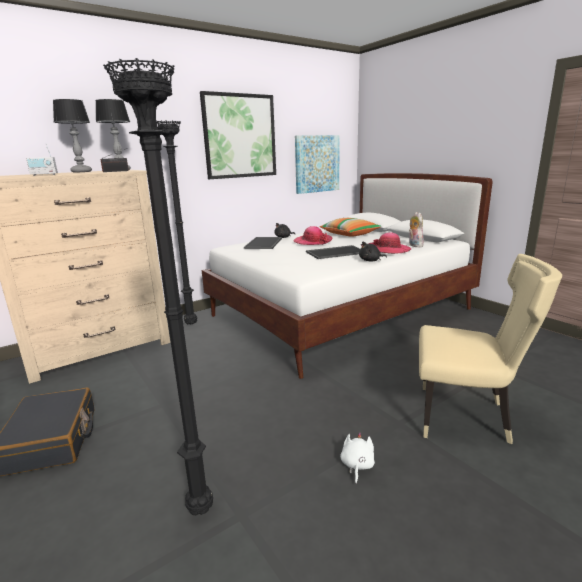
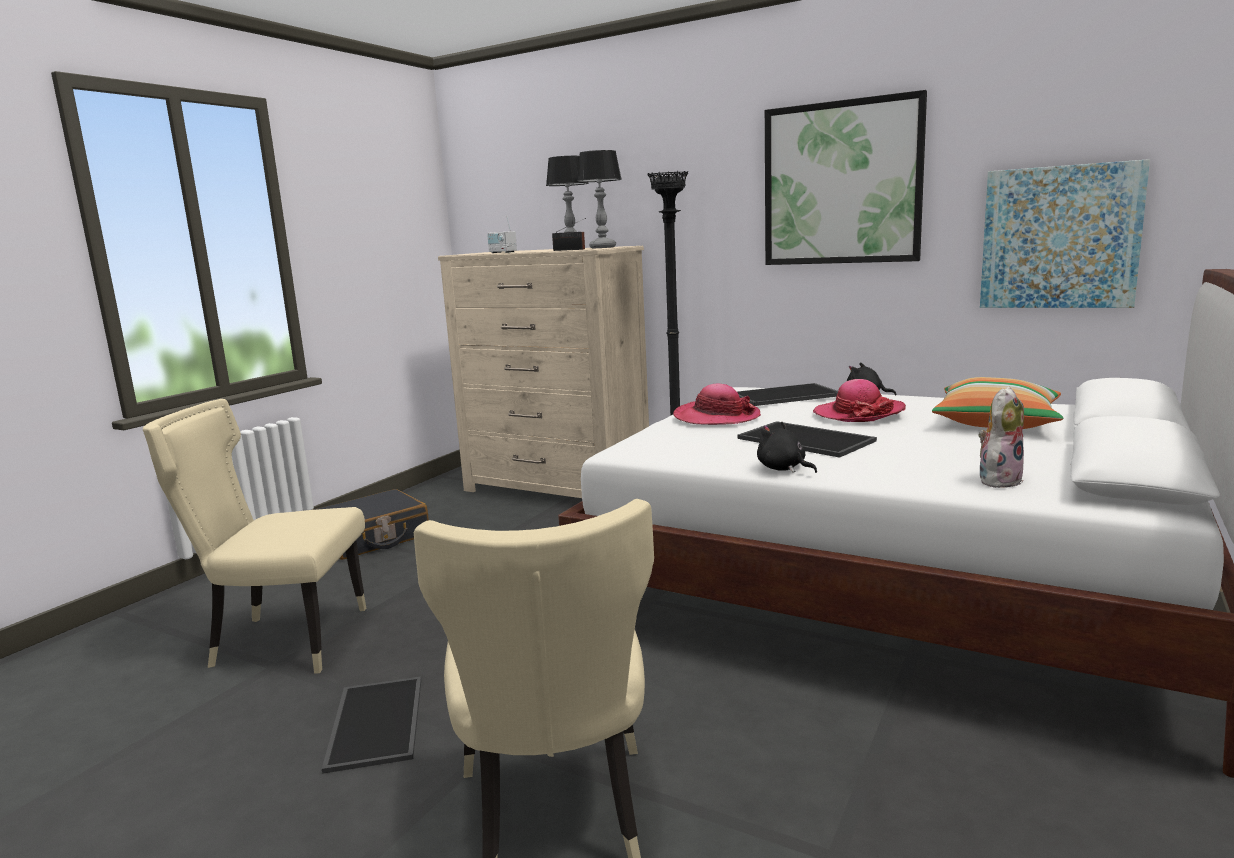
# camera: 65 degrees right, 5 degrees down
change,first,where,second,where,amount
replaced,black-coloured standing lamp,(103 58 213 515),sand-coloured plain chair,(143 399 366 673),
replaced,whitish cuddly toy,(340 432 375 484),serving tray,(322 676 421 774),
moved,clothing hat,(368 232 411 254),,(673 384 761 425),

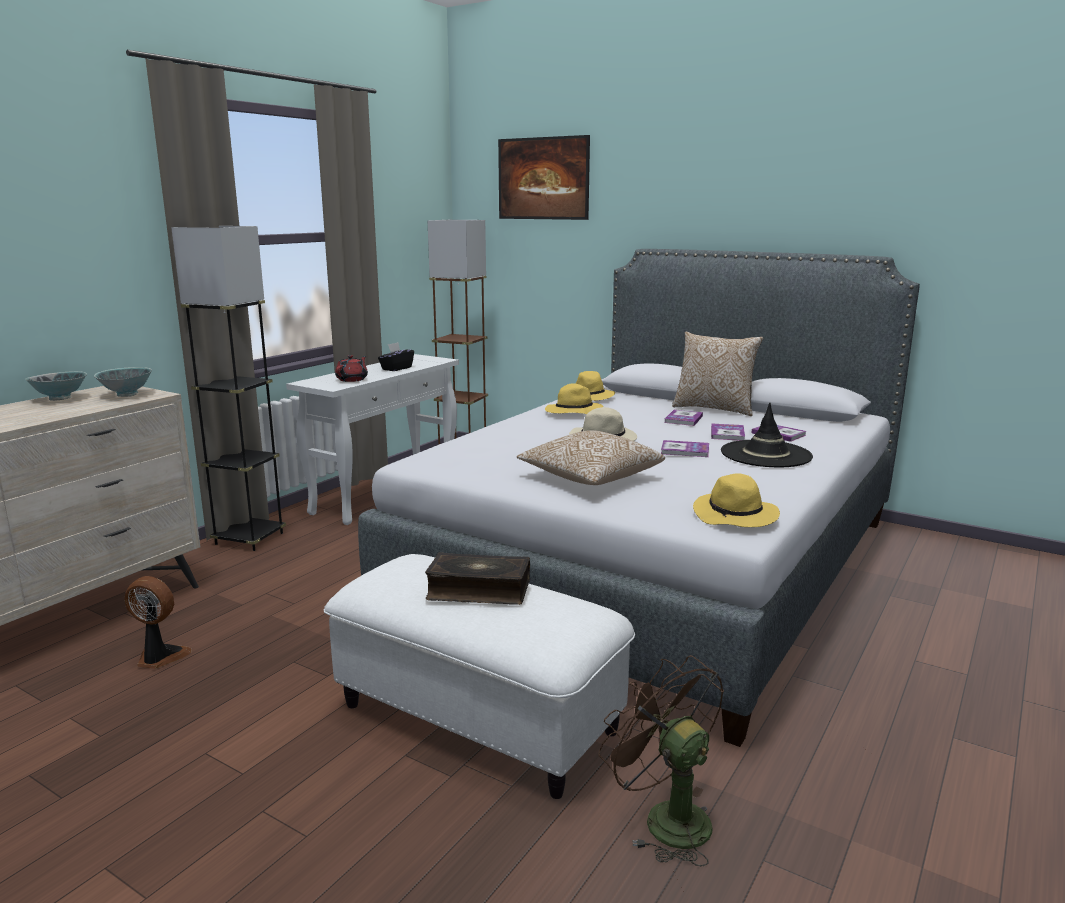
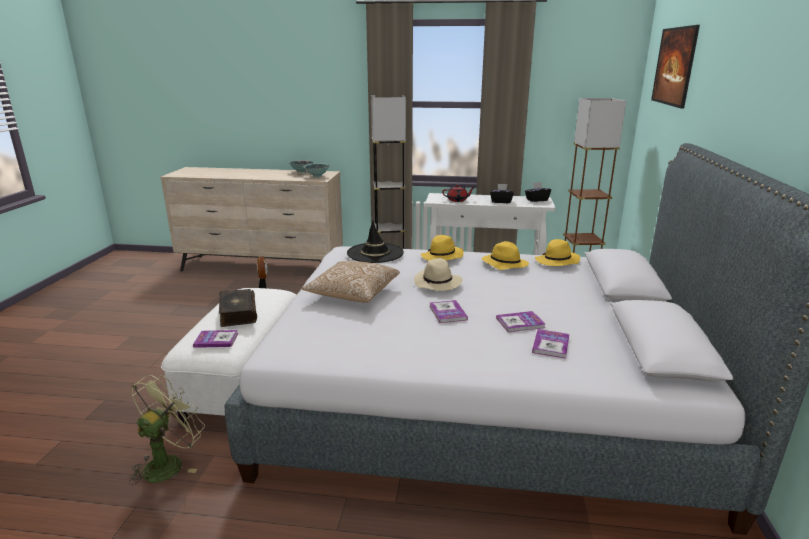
# camera: 65 degrees right, 5 degrees up
change,first,where,second,where,amount
recoloured,brown-coloured electric fan,(598 655 724 867),green electric fan,(129 375 205 485),
moved,book,(664 410 703 426),,(193 330 238 348),
removed,cushion,(672 332 763 416),,,
moved,yellowish clothing hat,(693 473 780 527),,(421 235 464 261),
moved,black-coloured clothing hat,(721 403 813 467),,(347 220 404 263),
added,,,black-coloured tissue box,(525 182 551 202),

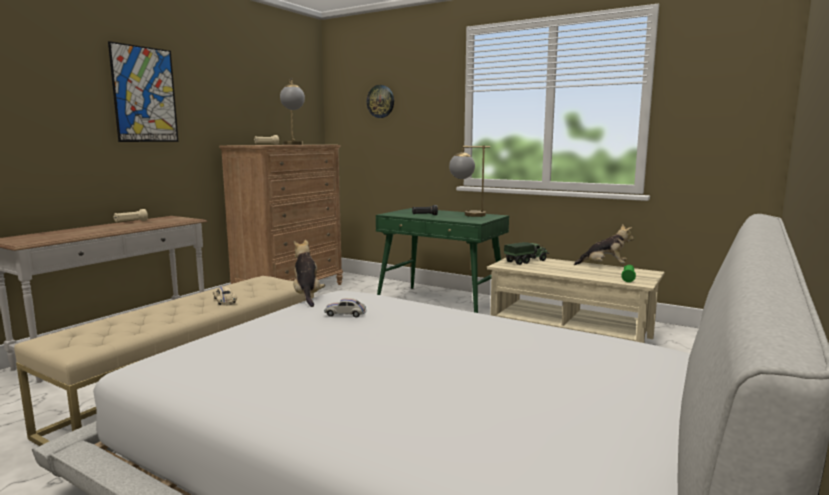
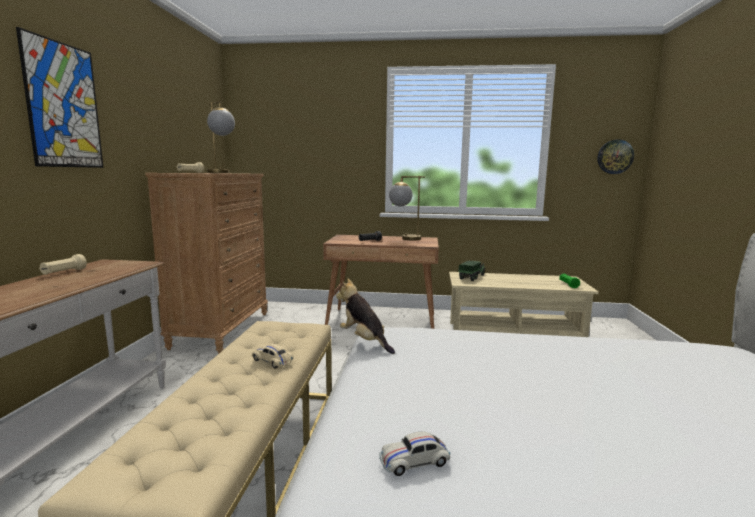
# camera: 25 degrees left, 0 degrees up
change,first,where,second,where,amount
moved,whitish model car,(324 298 367 318),,(379 431 450 476),
moved,clock on the wall,(367 85 394 118),,(598 140 634 174),
recoloured,green desk unit,(376 208 509 313),brown-coloured desk unit,(323 235 439 329),
removed,cuddly toy,(574 224 634 265),,,

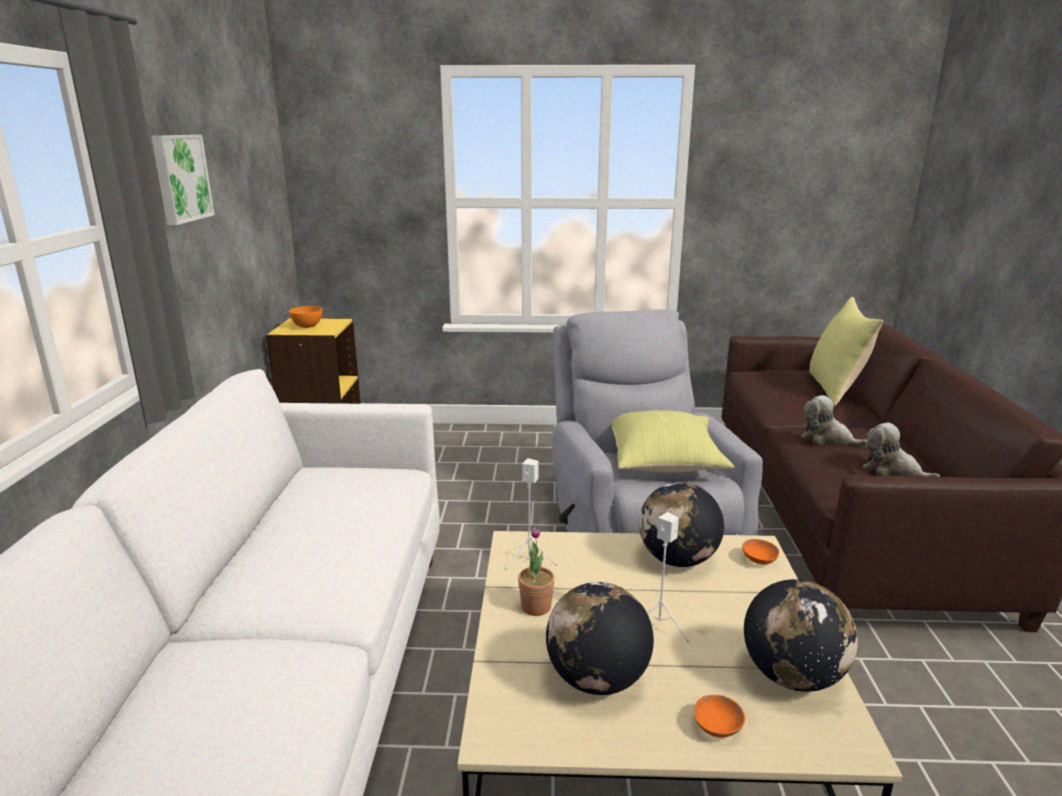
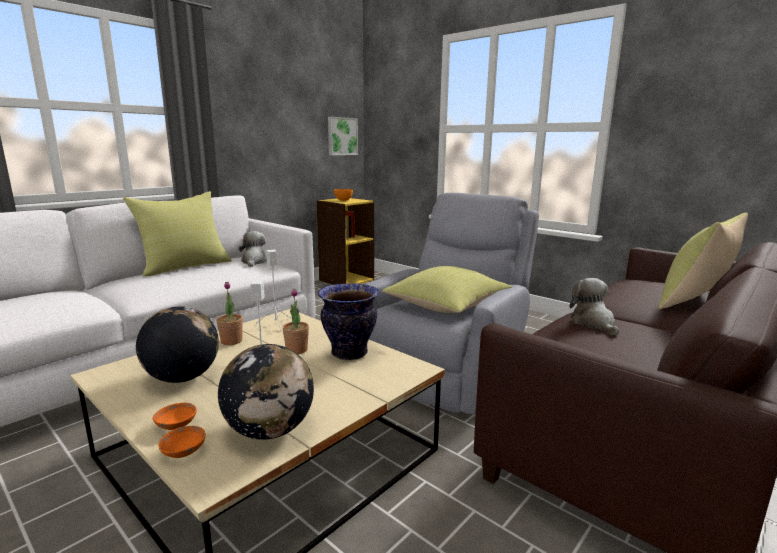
# camera: 40 degrees right, 5 degrees down
change,first,where,second,where,amount
moved,wall art,(151 135 214 225),,(328 117 358 155),
replaced,world globe,(639 482 724 567),flower vase,(318 283 379 360),
moved,orangey serving bowl,(742 539 779 565),,(158 426 206 458),
moved,cuddly toy,(863 423 940 477),,(239 231 267 267),
added,,,yellowish cushion,(123 191 232 276),
added,,,houseplant,(282 289 309 354),

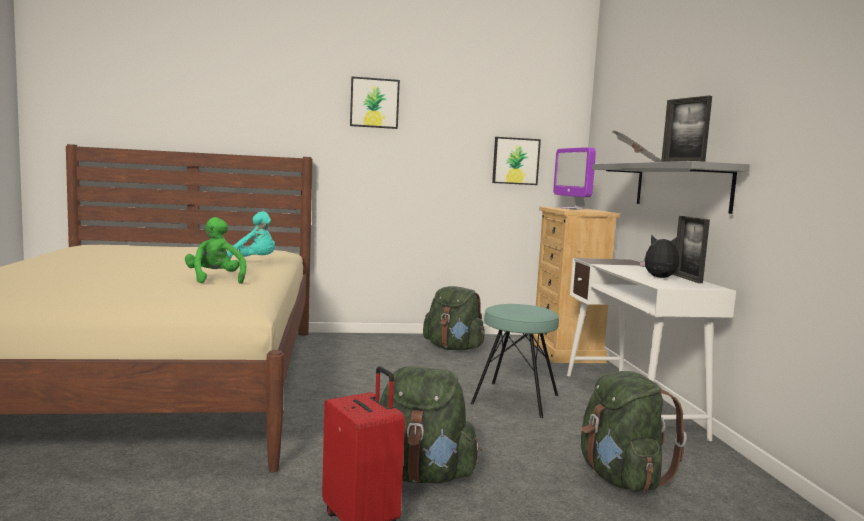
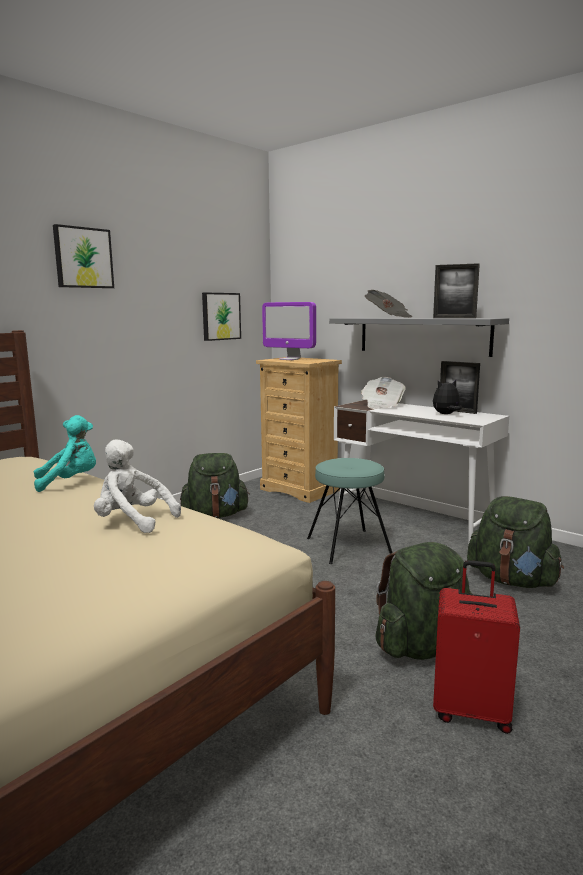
# camera: 40 degrees left, 5 degrees up
change,first,where,second,where,amount
recoloured,green cuddly toy,(185 217 247 284),whitish cuddly toy,(94 439 181 533),
added,,,newspaper,(361 377 406 409),

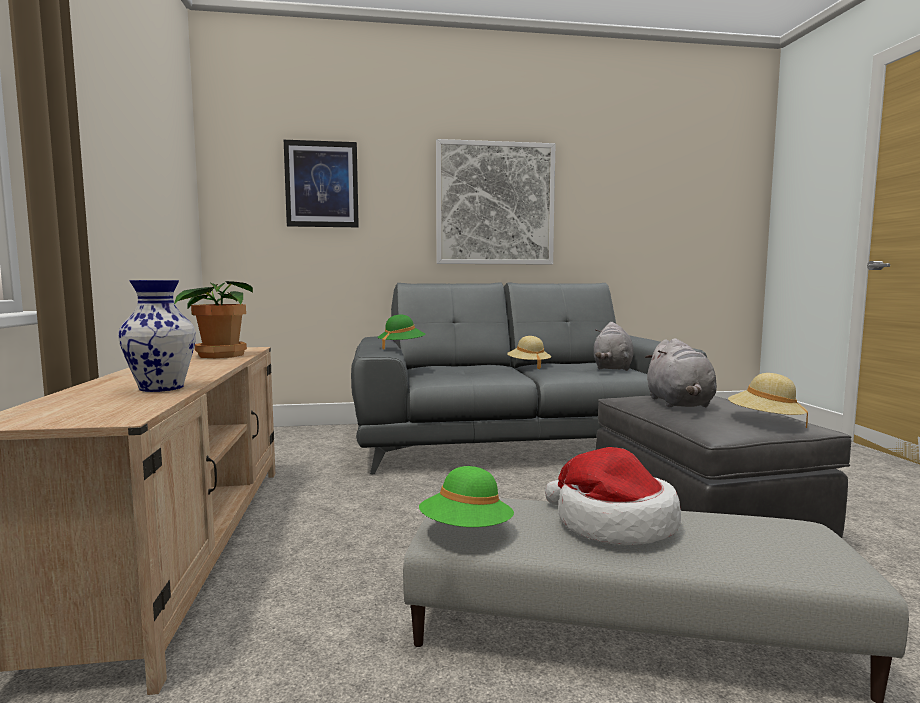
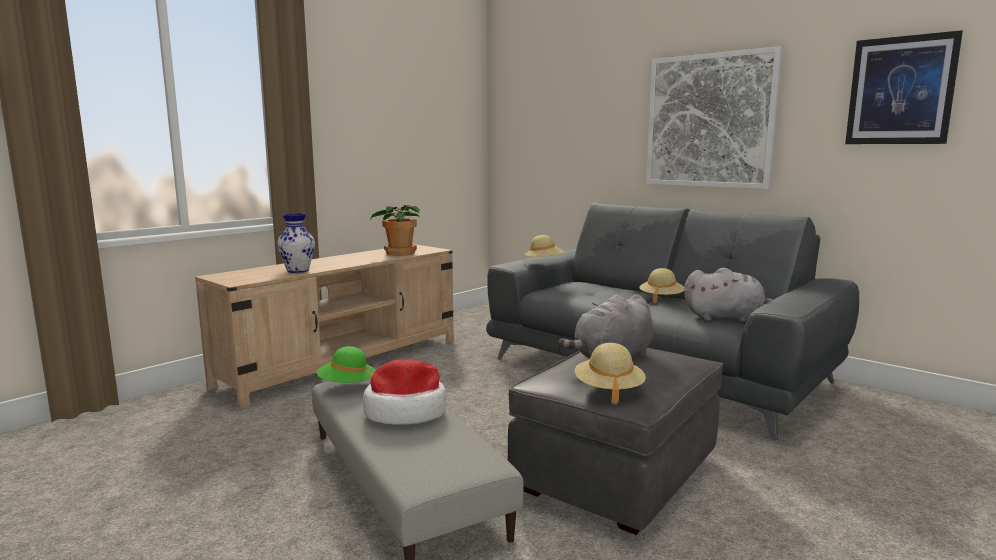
# camera: 50 degrees right, 5 degrees up
change,first,where,second,where,amount
moved,wall art,(284 140 359 227),,(845 30 963 144),
recoloured,green clothing hat,(377 315 426 350),sand-coloured clothing hat,(524 235 564 257),
turned,gray cuddly toy,(594 322 633 371),,(684 268 774 322),150 degrees counterclockwise

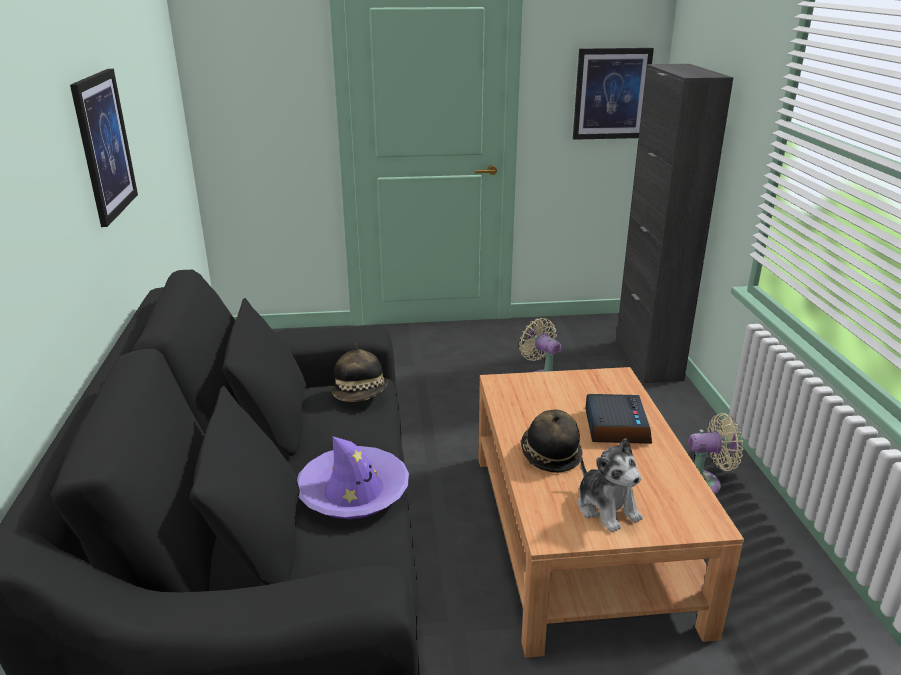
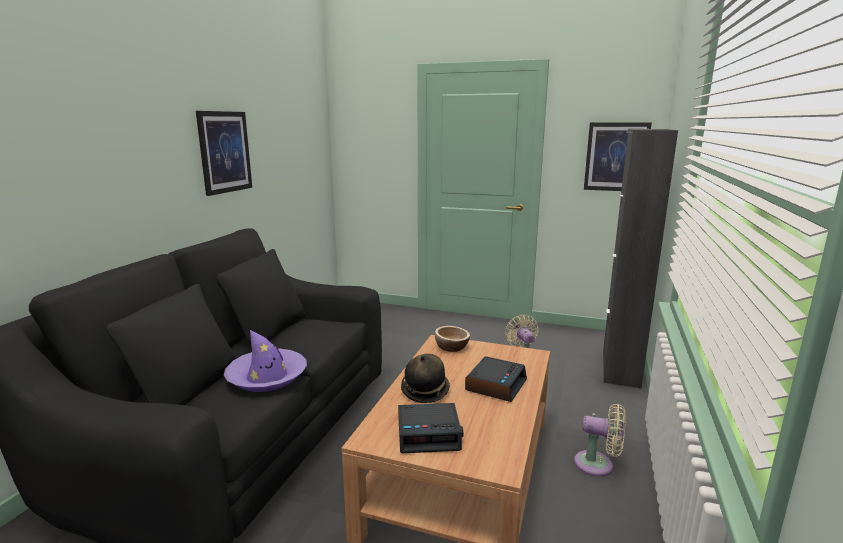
# camera: 25 degrees right, 10 degrees down
change,first,where,second,where,amount
removed,clothing hat,(332 344 388 402),,,
replaced,cuddly toy,(578 438 643 532),bedside clock,(398 403 463 453),
added,,,serving bowl,(435 326 470 352),

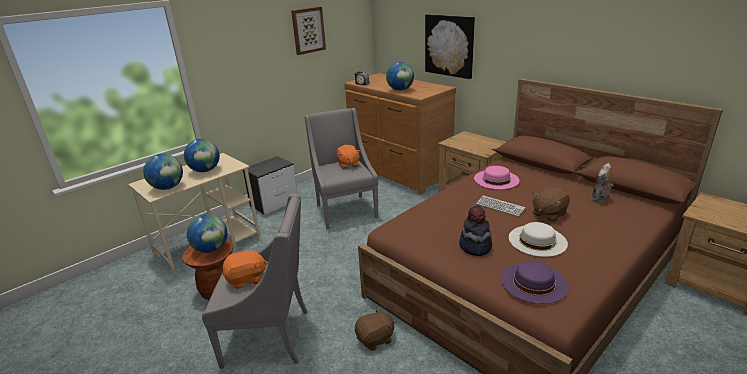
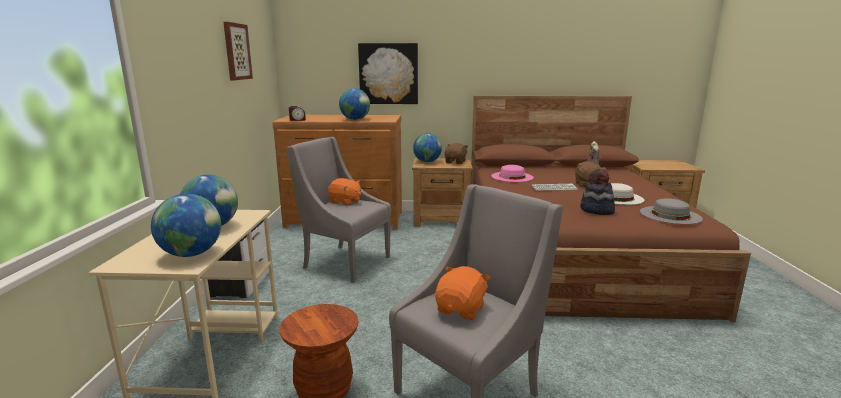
# camera: 45 degrees left, 10 degrees down
change,first,where,second,where,amount
moved,world globe,(187 214 228 253),,(413 133 442 162),
moved,brown-coloured cuddly toy,(355 308 395 351),,(444 143 468 164),
recoloured,purple clothing hat,(501 261 569 304),gray clothing hat,(640 199 703 224),

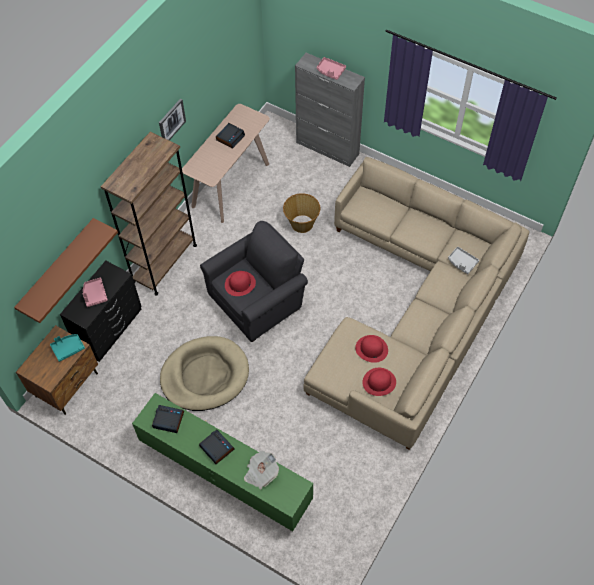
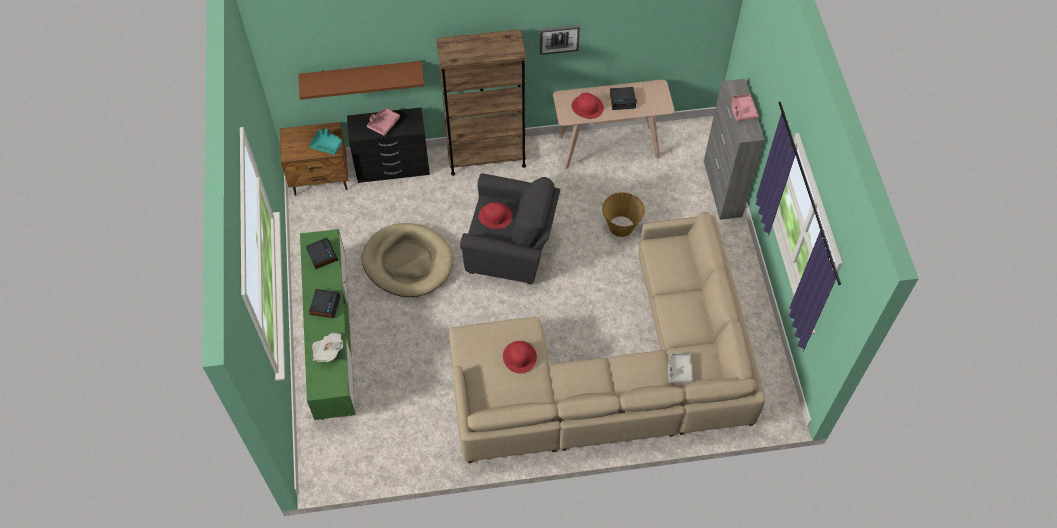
# camera: 50 degrees right, 0 degrees up
change,first,where,second,where,amount
moved,red-coloured clothing hat,(363 368 396 396),,(572 93 604 119),

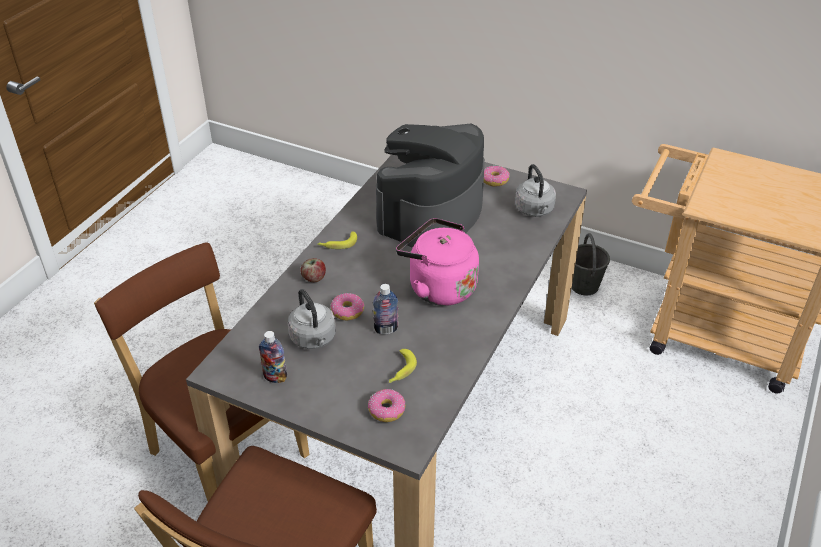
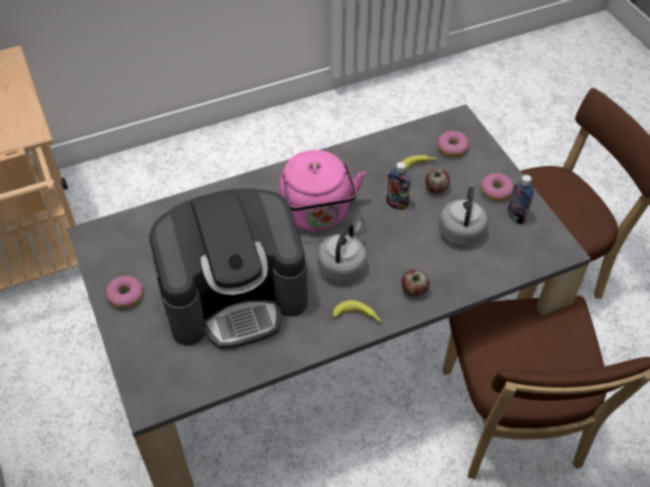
# camera: 140 degrees left, 10 degrees up
change,first,where,second,where,amount
moved,doughnut,(331 293 364 320),,(481 173 514 202),
moved,gray kettle,(515 164 556 217),,(318 222 366 283),
removed,gray bucket,(571 233 610 295),,,
added,,,whole apple,(425 169 450 194),

